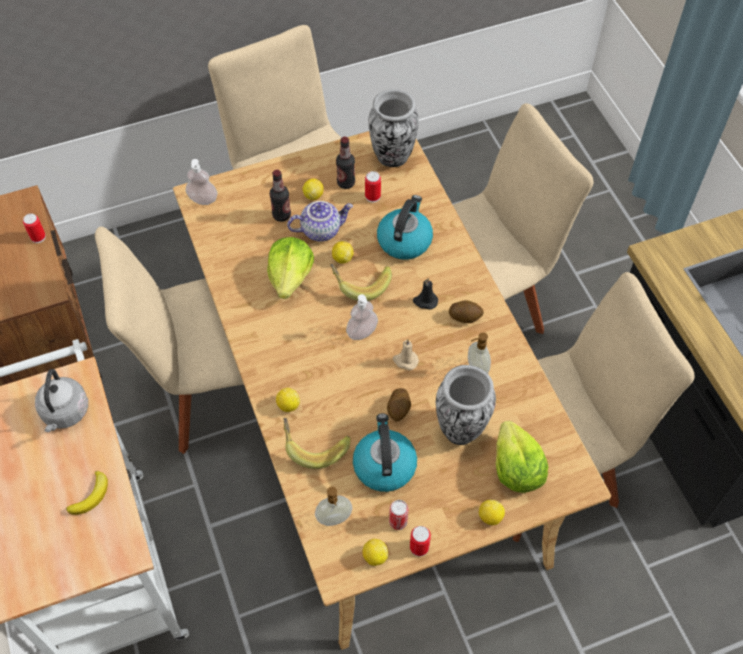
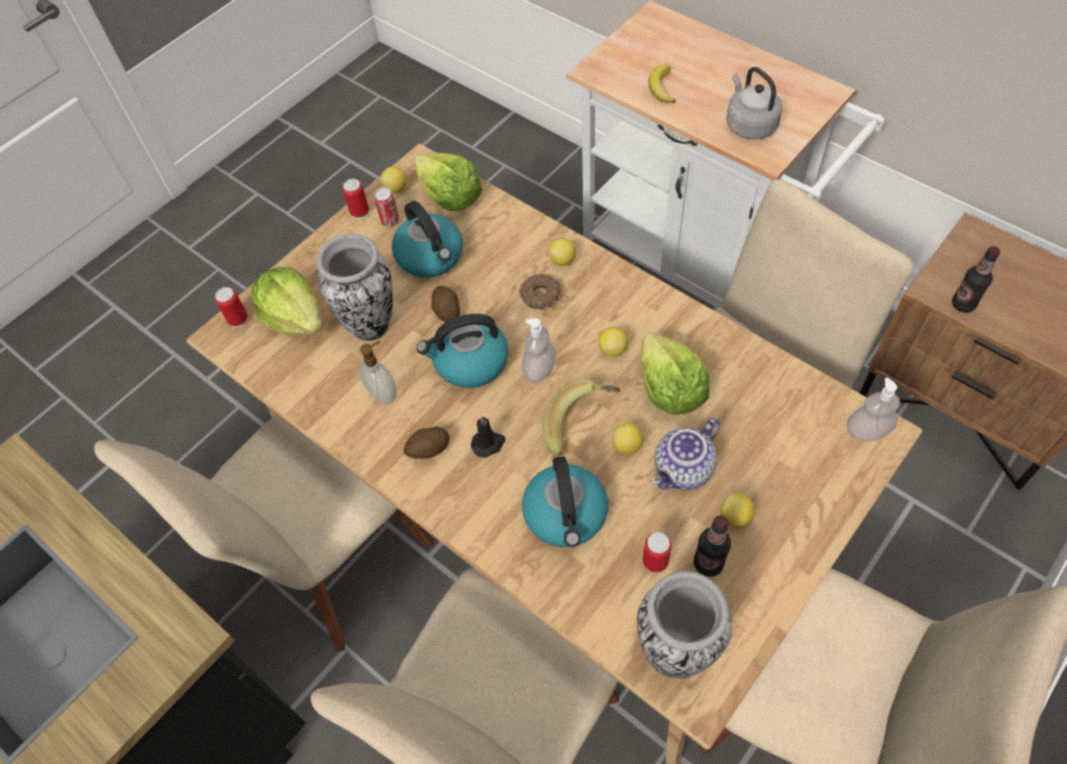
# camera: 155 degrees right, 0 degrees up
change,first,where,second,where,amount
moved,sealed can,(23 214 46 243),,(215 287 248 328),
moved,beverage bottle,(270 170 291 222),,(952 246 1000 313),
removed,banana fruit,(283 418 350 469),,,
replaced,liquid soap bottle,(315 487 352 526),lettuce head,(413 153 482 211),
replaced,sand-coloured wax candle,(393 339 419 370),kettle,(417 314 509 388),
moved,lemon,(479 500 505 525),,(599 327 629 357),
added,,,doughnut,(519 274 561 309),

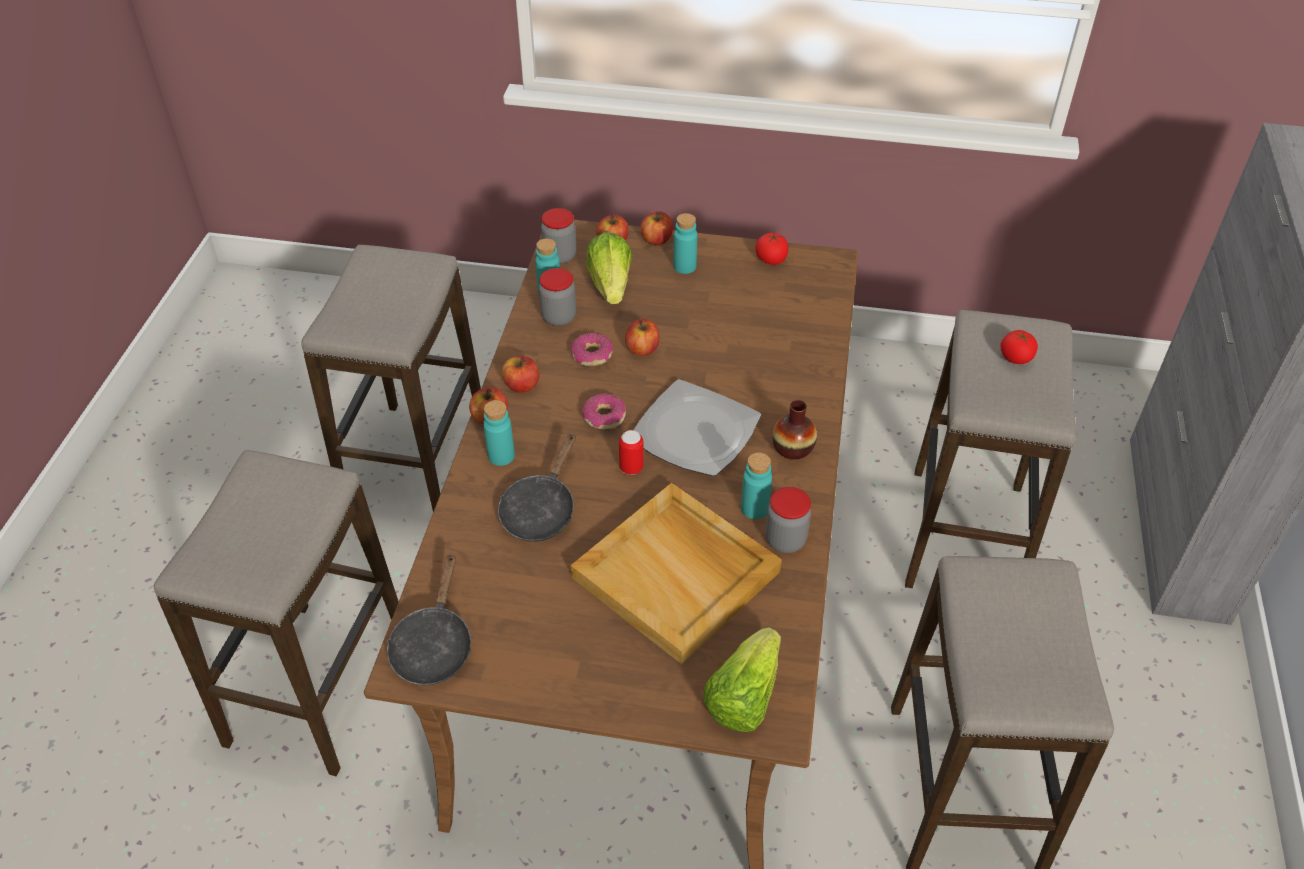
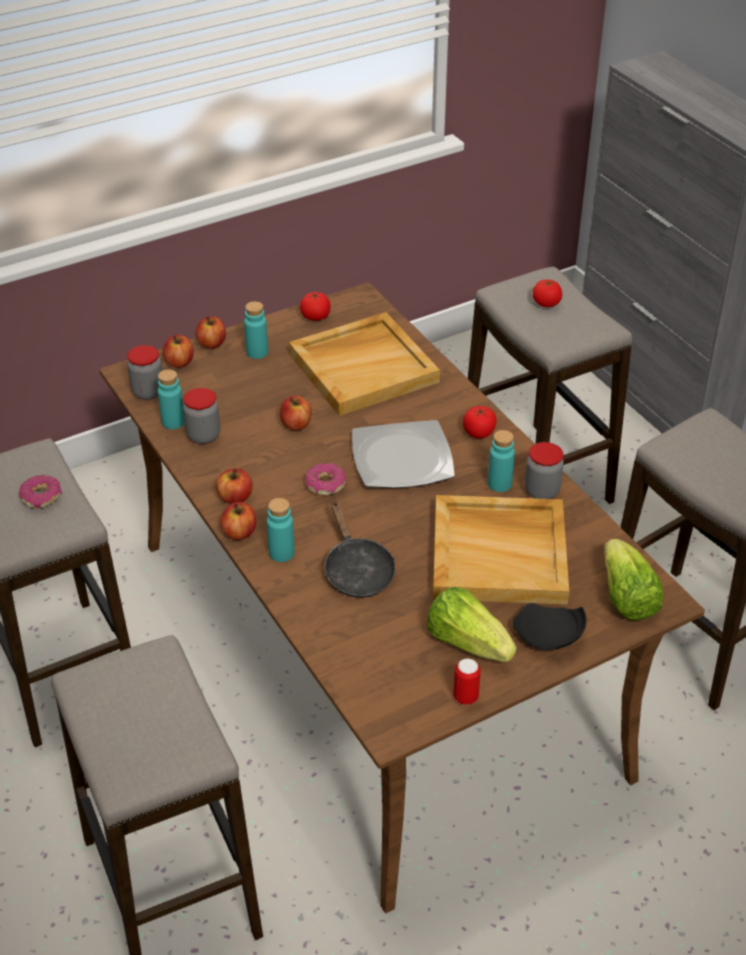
# camera: 40 degrees left, 5 degrees down
change,first,where,second,where,amount
removed,black-coloured frying pan,(387 553 472 685),,,
moved,doughnut,(571 333 614 366),,(19 475 62 509),
moved,lettuce head,(586 232 632 304),,(427 587 517 662),
moved,sealed can,(619 430 644 475),,(453 658 481 705),
replaced,flower vase,(772 400 817 460),whole tomato,(463 406 496 438),
added,,,sand-coloured serving tray,(289 312 440 416),
added,,,black-coloured dinner plate,(513 603 586 650),

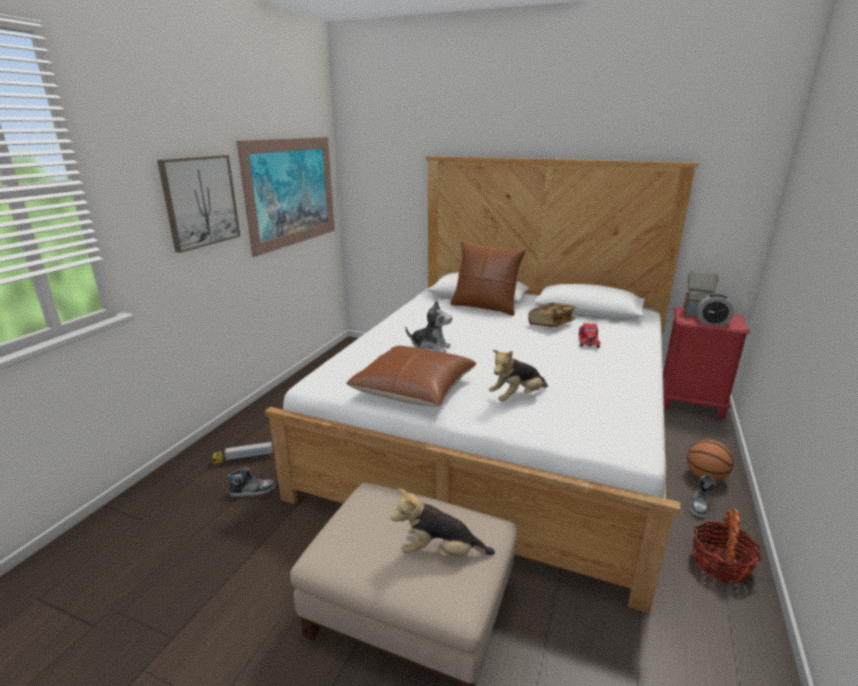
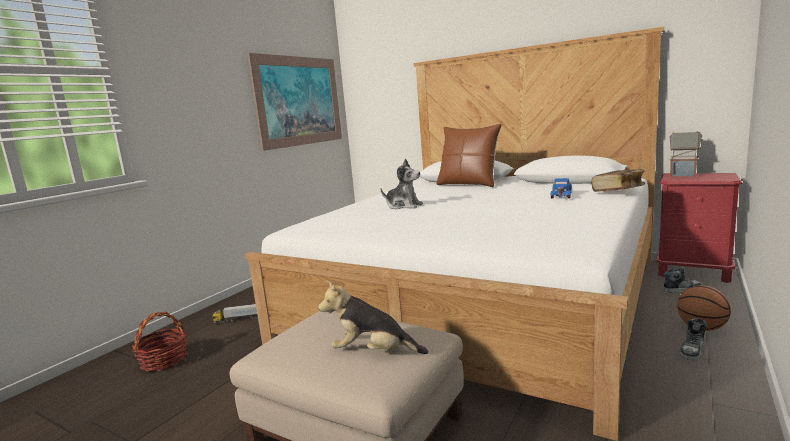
# camera: 10 degrees right, 10 degrees down
change,first,where,second,where,amount
removed,wall art,(157 155 240 253),,,
moved,item of footwear,(227 466 276 497),,(663 267 702 292),
removed,brown-coloured cushion,(346 345 477 407),,,
removed,cuddly toy,(489 350 548 401),,,
moved,book,(528 303 575 327),,(592 169 645 192),
recoloured,red-coloured model car,(579 323 600 348),blue model car,(551 178 572 198),
moved,basket,(692 508 761 584),,(132 311 187 372),
removed,bedside clock,(697 294 734 326),,,

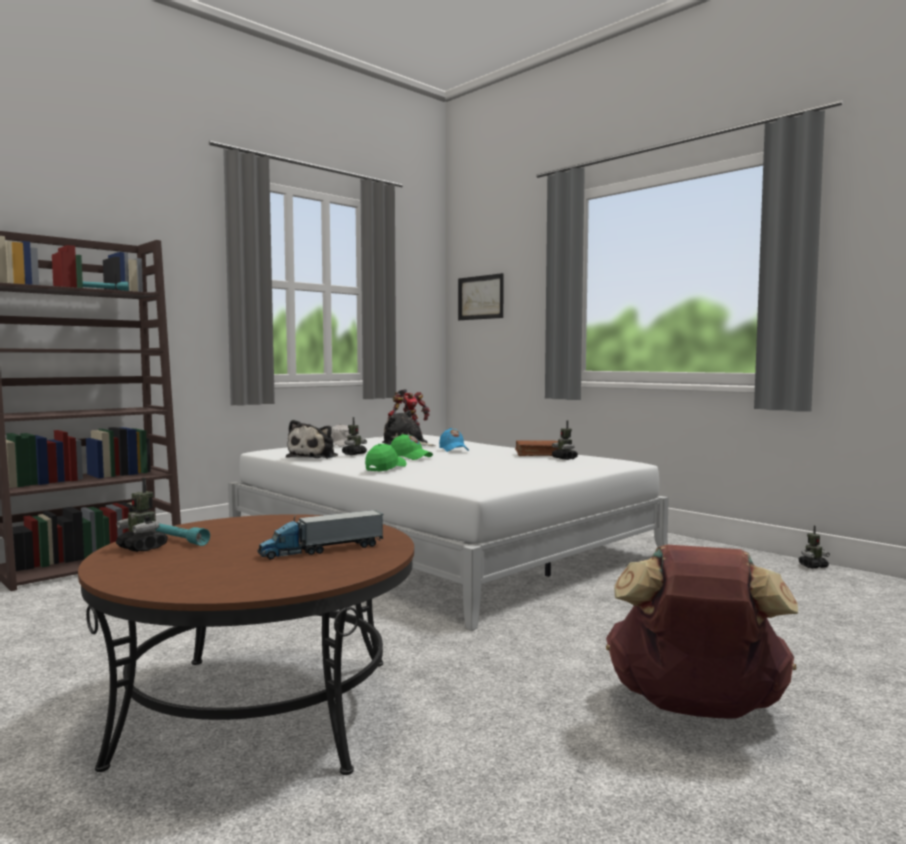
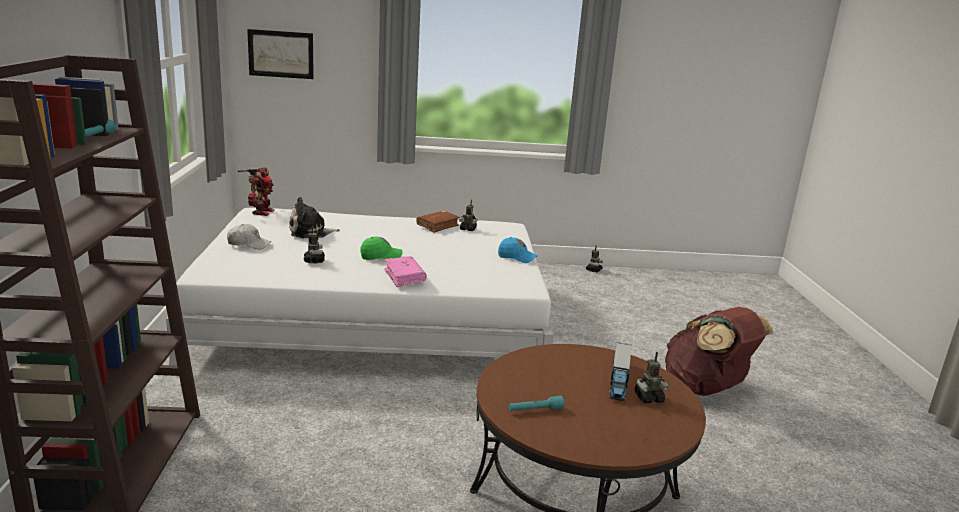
# camera: 50 degrees left, 15 degrees up
change,first,where,second,where,amount
moved,robot figure,(116 478 168 552),,(635 352 669 403),
removed,cuddly toy,(286 420 338 459),,,
replaced,green baseball cap,(365 444 407 472),pinkish book,(384 256 427 287),
moved,blue baseball cap,(439 428 469 452),,(498 237 538 263),

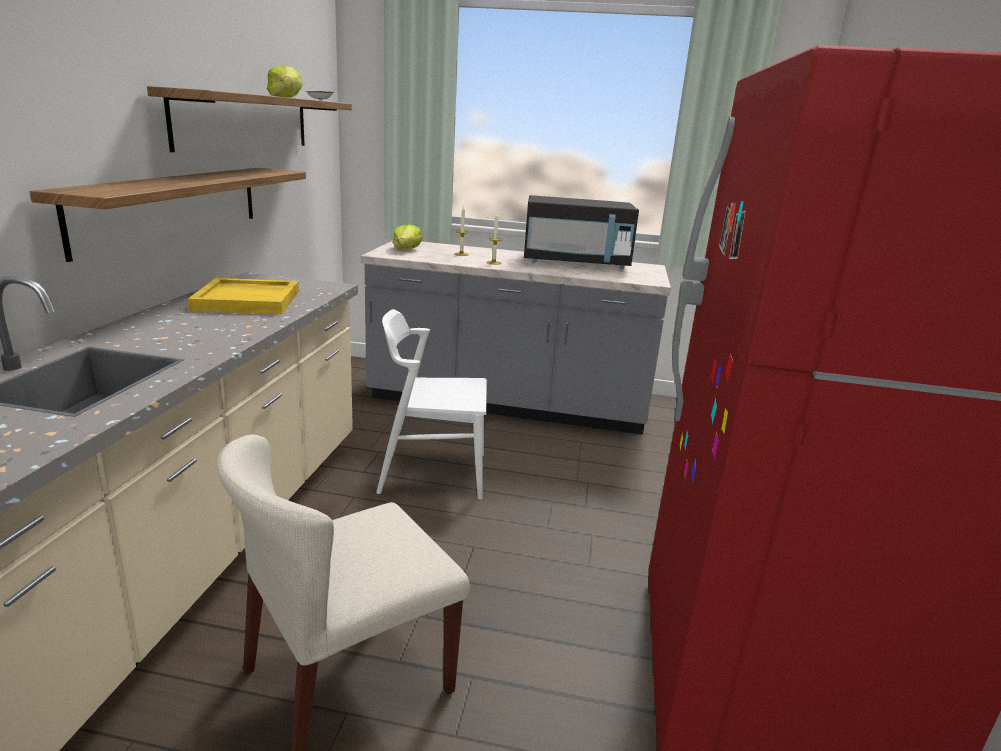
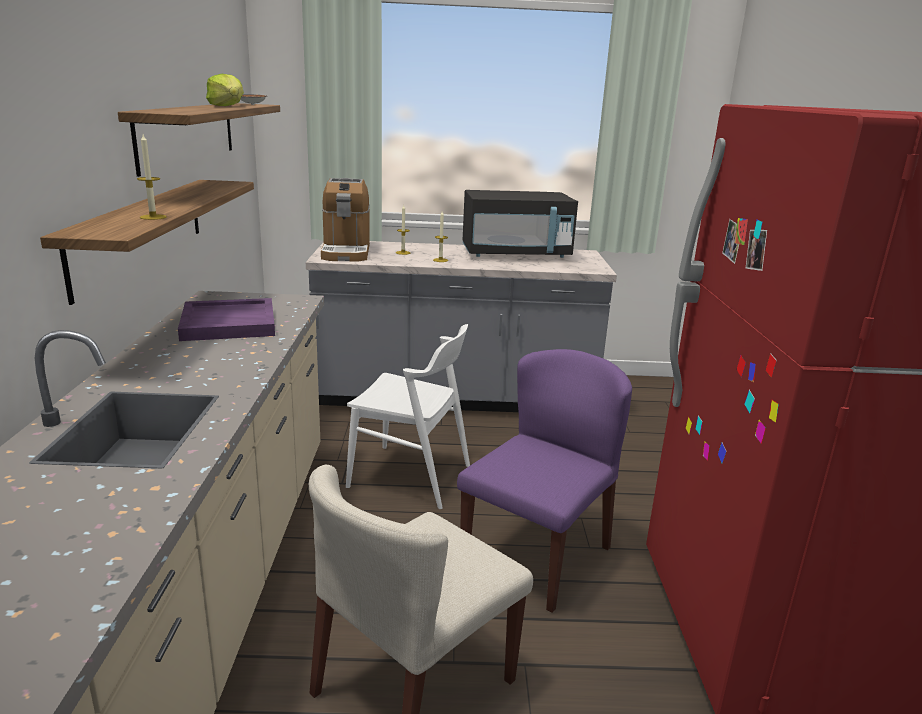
# camera: 10 degrees left, 0 degrees up
change,first,where,second,where,amount
recoloured,yellowish serving tray,(188 278 299 314),purple serving tray,(178 298 275 341),
turned,whitish plain chair,(376 309 487 500),,(346 324 470 509),150 degrees counterclockwise
replaced,lettuce head,(393 224 423 249),coffee maker,(321 178 370 262),
added,,,wax candle,(137 135 167 220),
added,,,purple plain chair,(457 349 632 613),

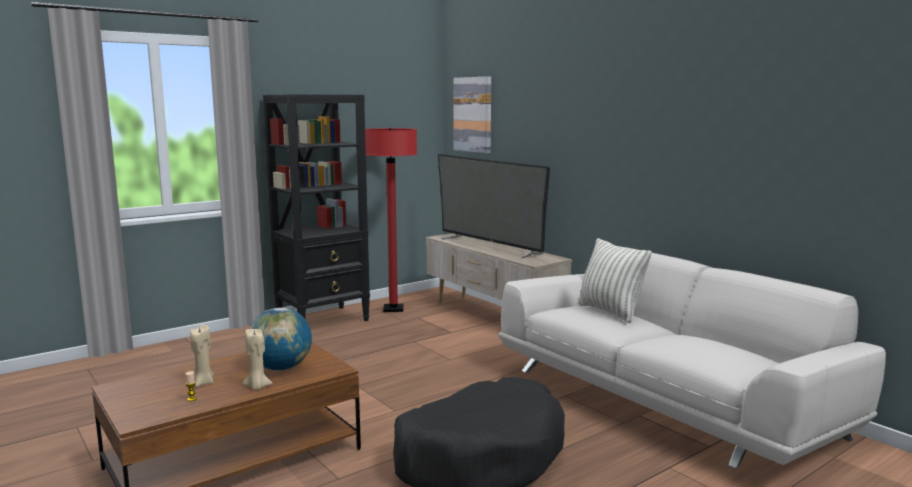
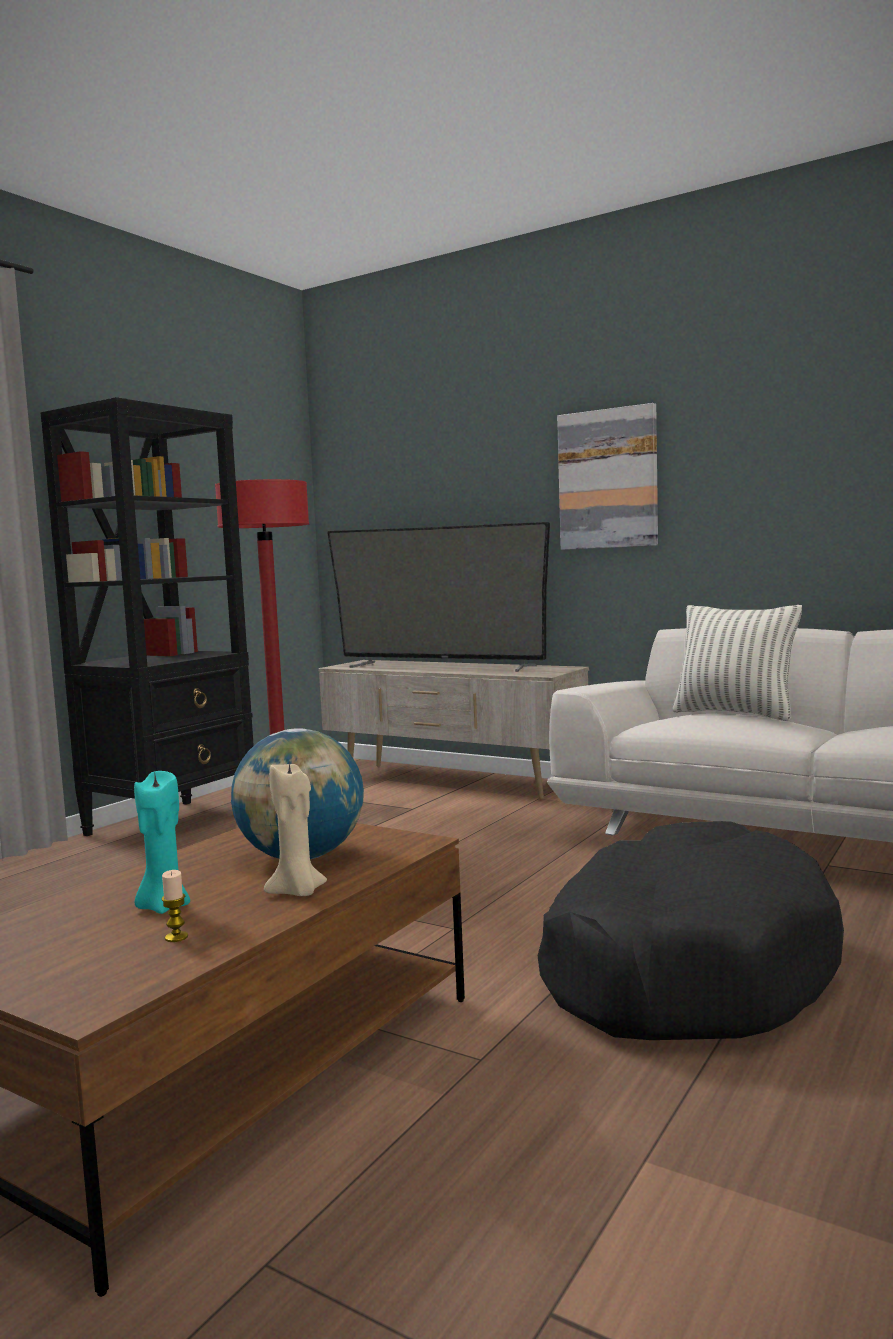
# camera: 20 degrees left, 5 degrees down
change,first,where,second,where,amount
recoloured,sand-coloured wax candle,(190 325 214 387),turquoise wax candle,(134 771 190 914),
moved,wall art,(453 76 491 153),,(557 403 658 550),

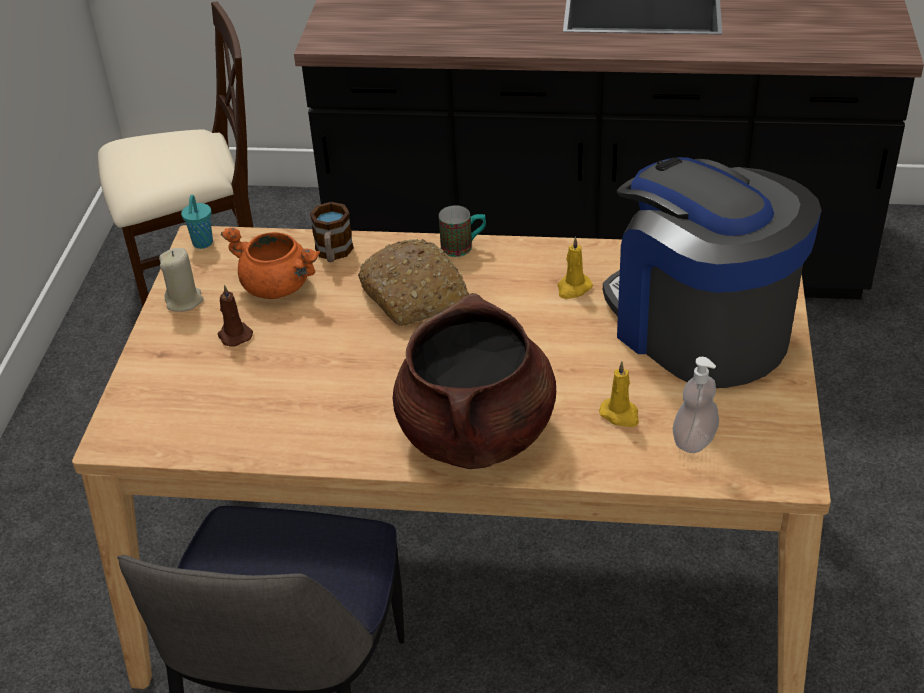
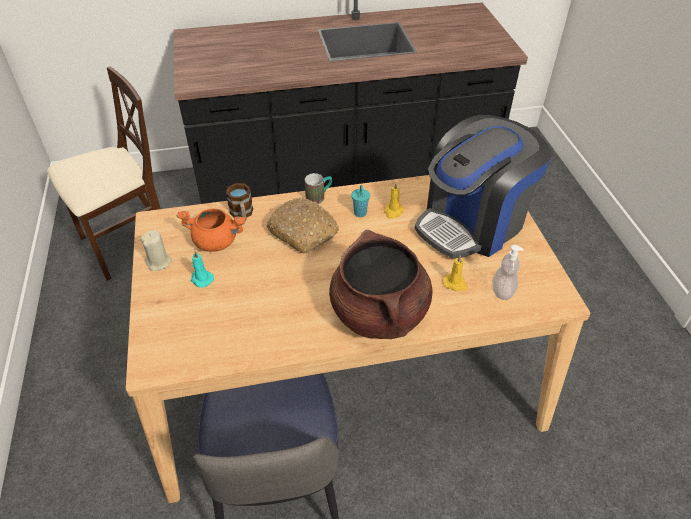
# camera: 20 degrees left, 5 degrees up
change,first,where,second,where,amount
moved,turquoise small cup,(181 195 213 249),,(351 185 370 217),
recoloured,brown-coloured wax candle,(218 285 253 347),turquoise wax candle,(191 251 214 287),
turned,coffee maker,(603 157 822 388),,(415 115 551 258),75 degrees counterclockwise

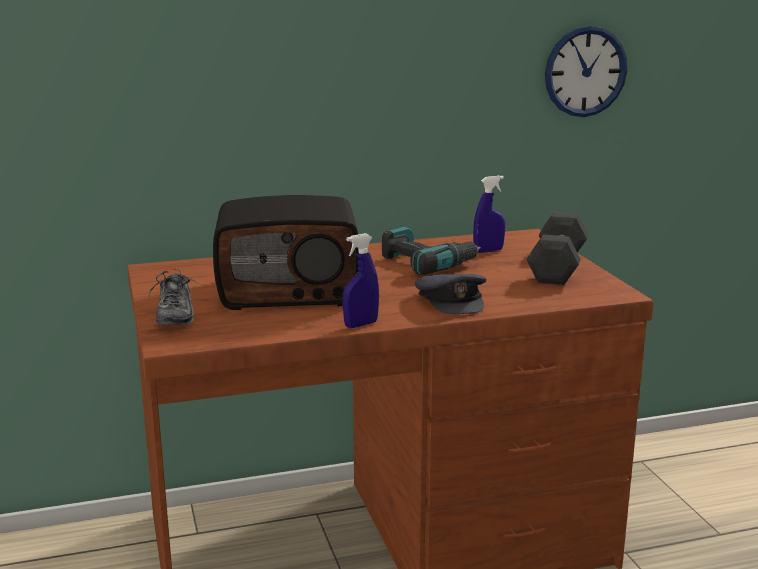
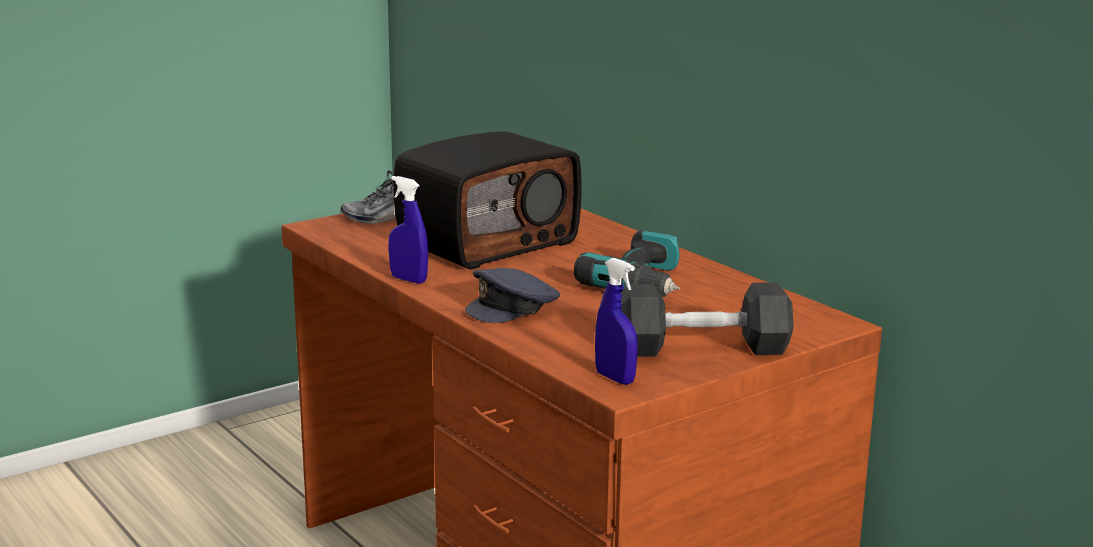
# camera: 70 degrees right, 0 degrees up
change,first,where,second,where,amount
turned,radio receiver,(213 195 359 310),,(394 131 582 269),105 degrees counterclockwise
moved,blue spray bottle,(473 175 505 253),,(595 258 638 385),
removed,clock on the wall,(545 26 627 117),,,

